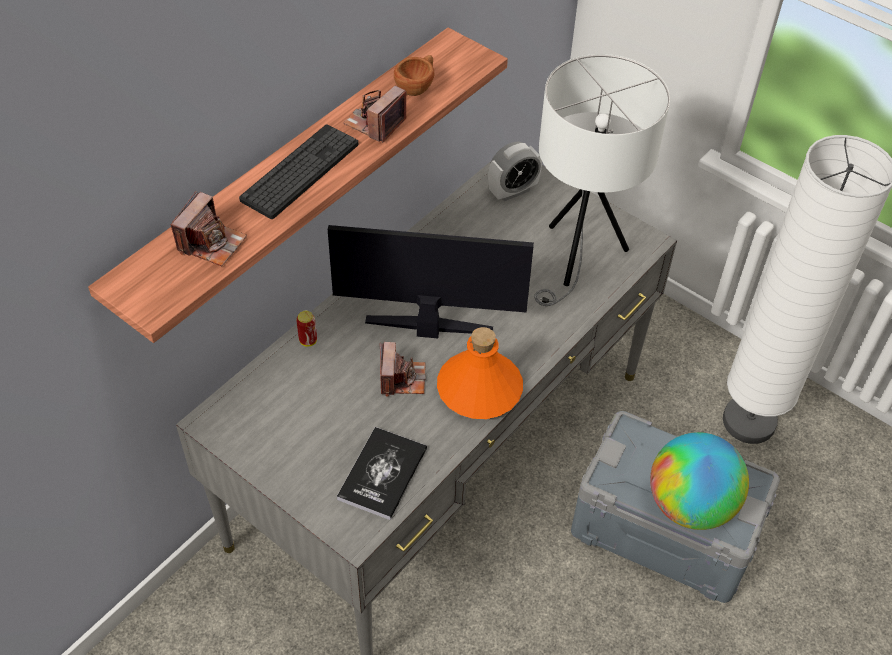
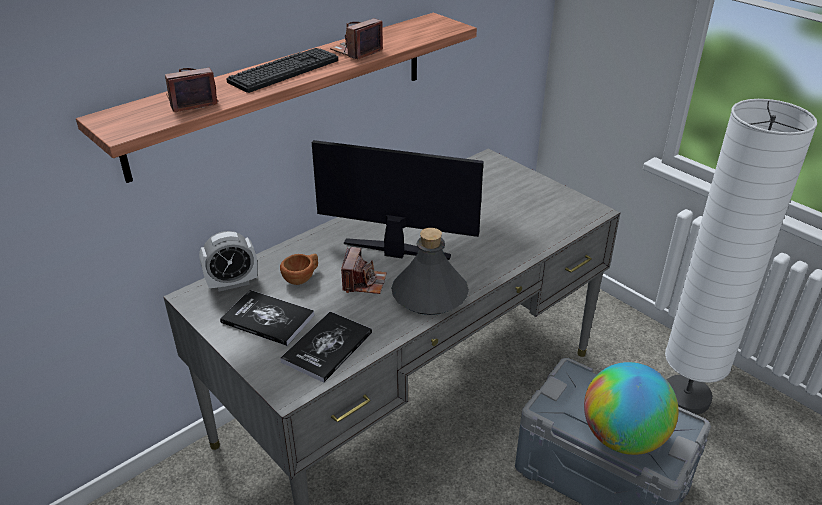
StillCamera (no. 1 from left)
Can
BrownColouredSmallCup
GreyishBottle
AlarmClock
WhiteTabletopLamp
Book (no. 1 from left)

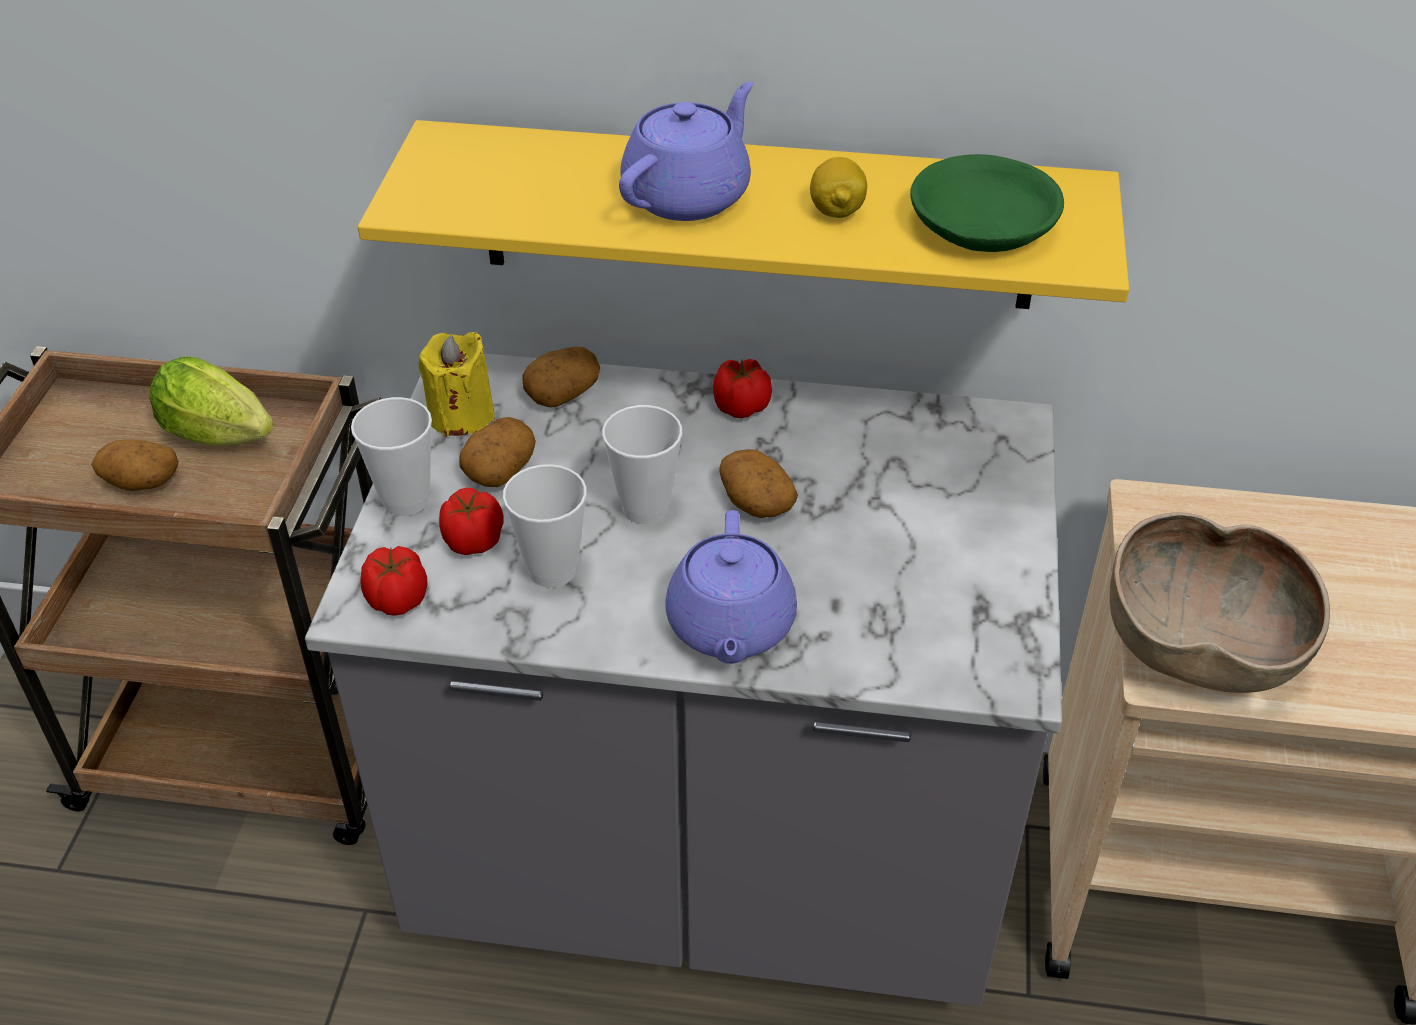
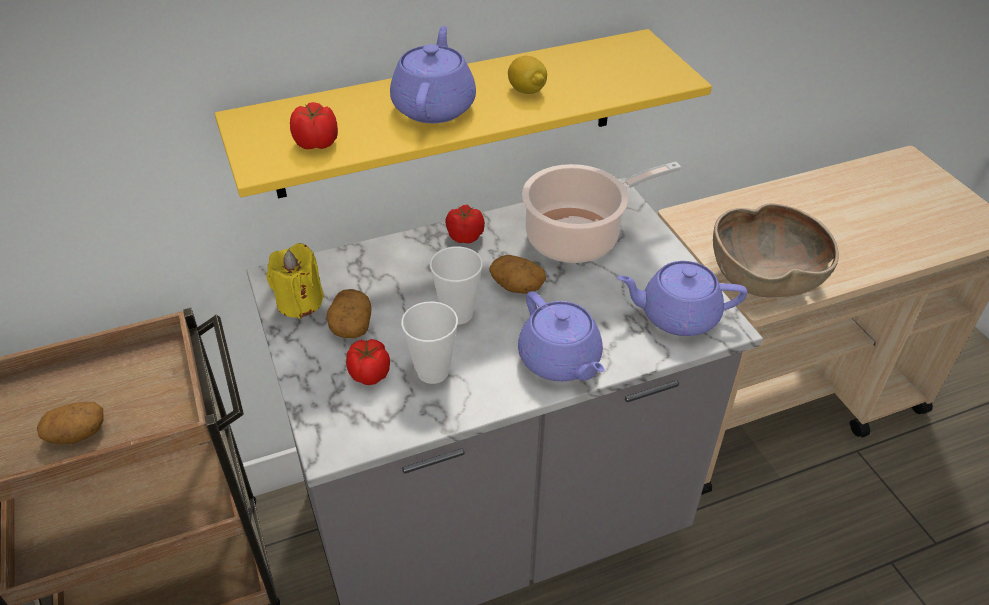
LettuceHead
SmallCup (no. 1 from left in the first image)
WholeTomato (no. 1 from left)
Spud (no. 3 from left in the first image)
GreenColouredServingBowl
CookingPot
PurpleTeapot (no. 3 from left)

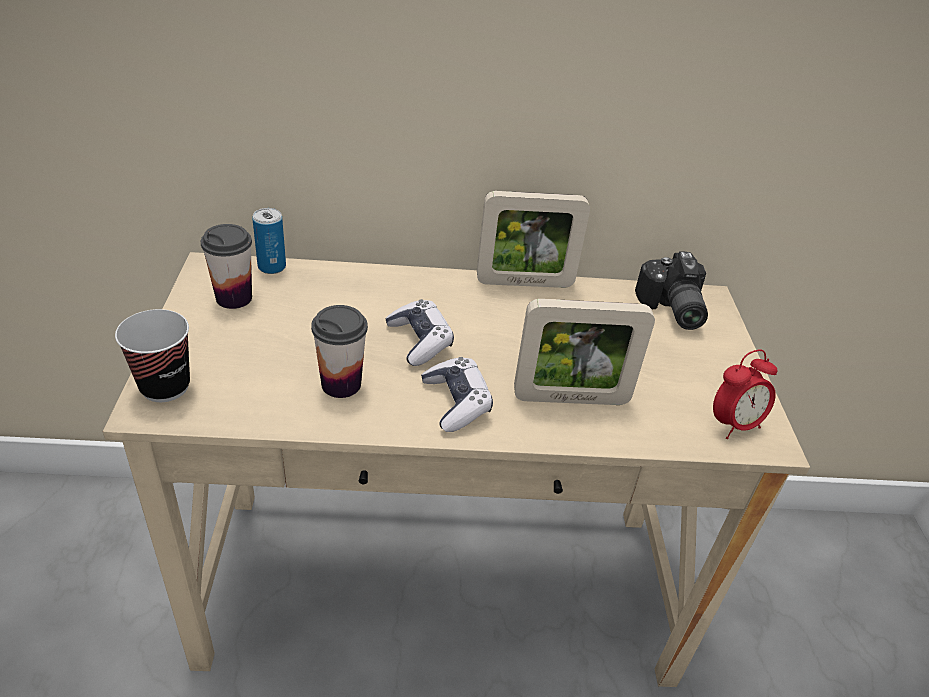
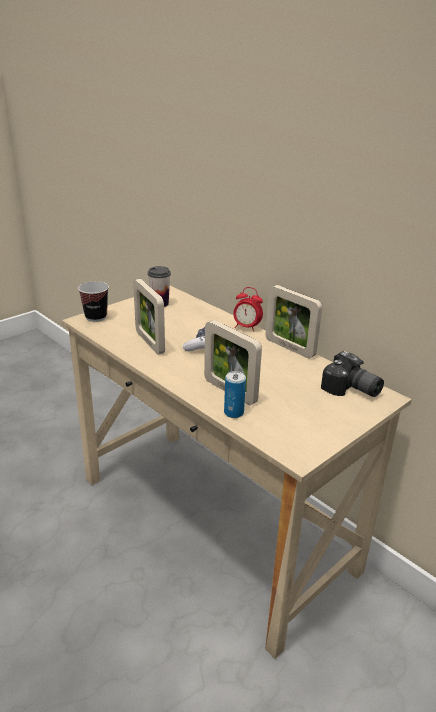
Can
PictureFrame (no. 1 from left)
Joypad (no. 2 from left in the first image)
StillCamera
AlarmClock

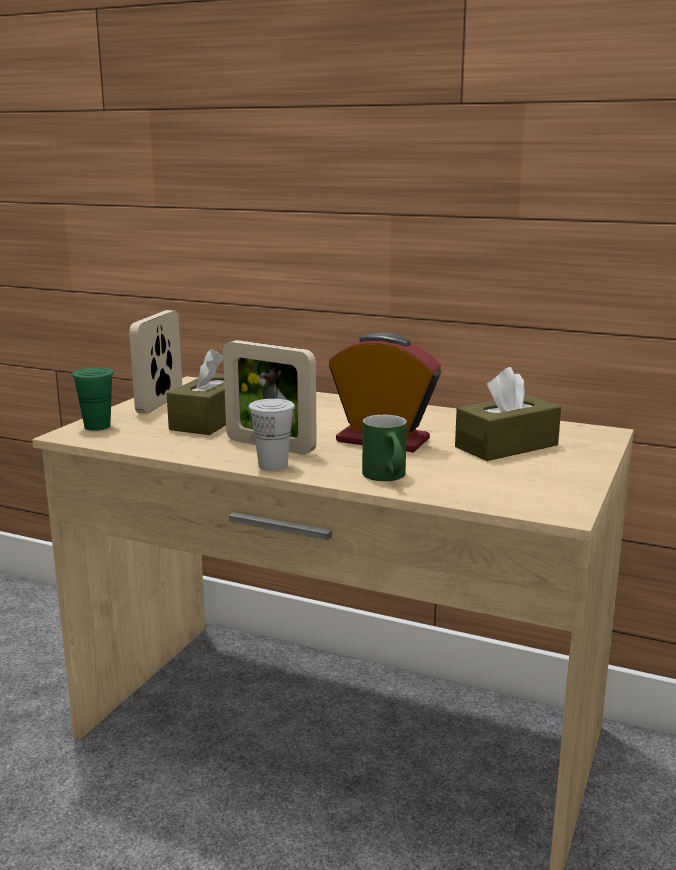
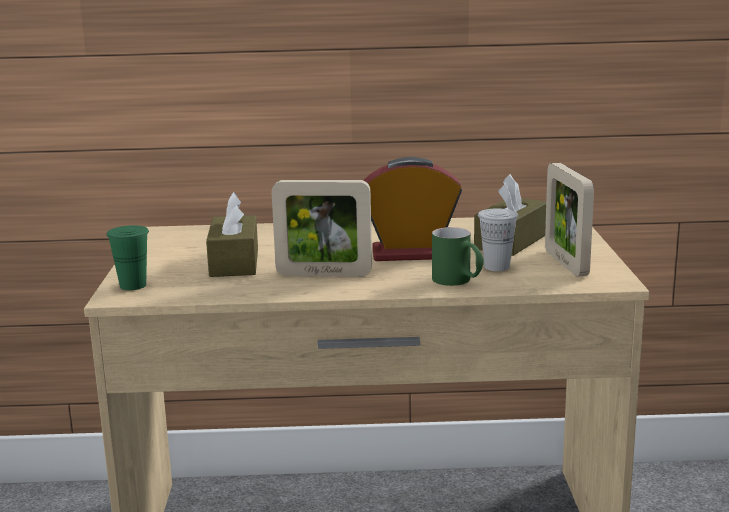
PictureFrame (no. 2 from left)
WhiteSmallCup

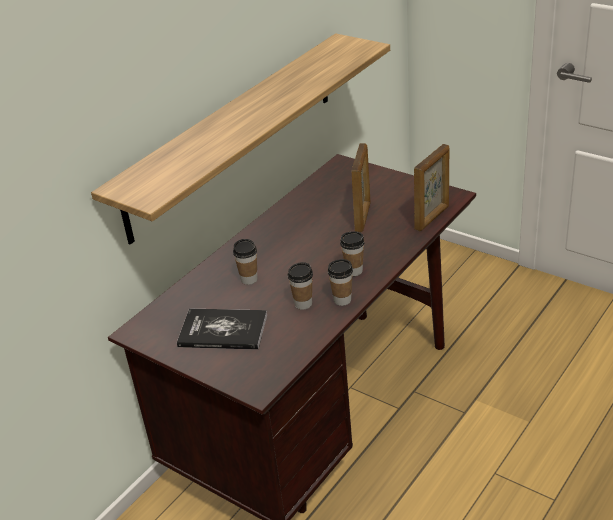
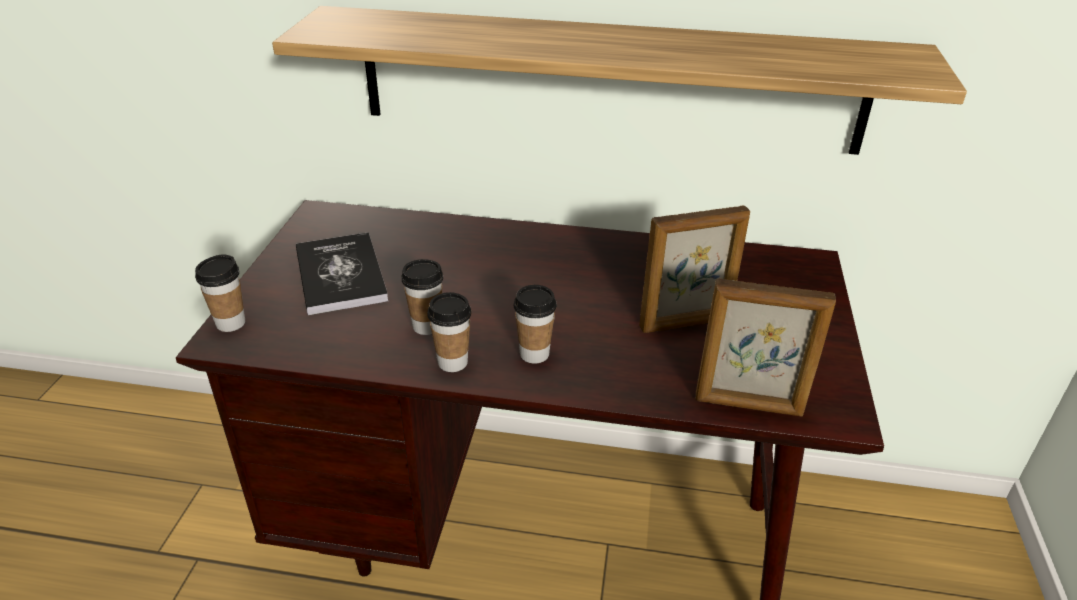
SmallCup (no. 1 from left)

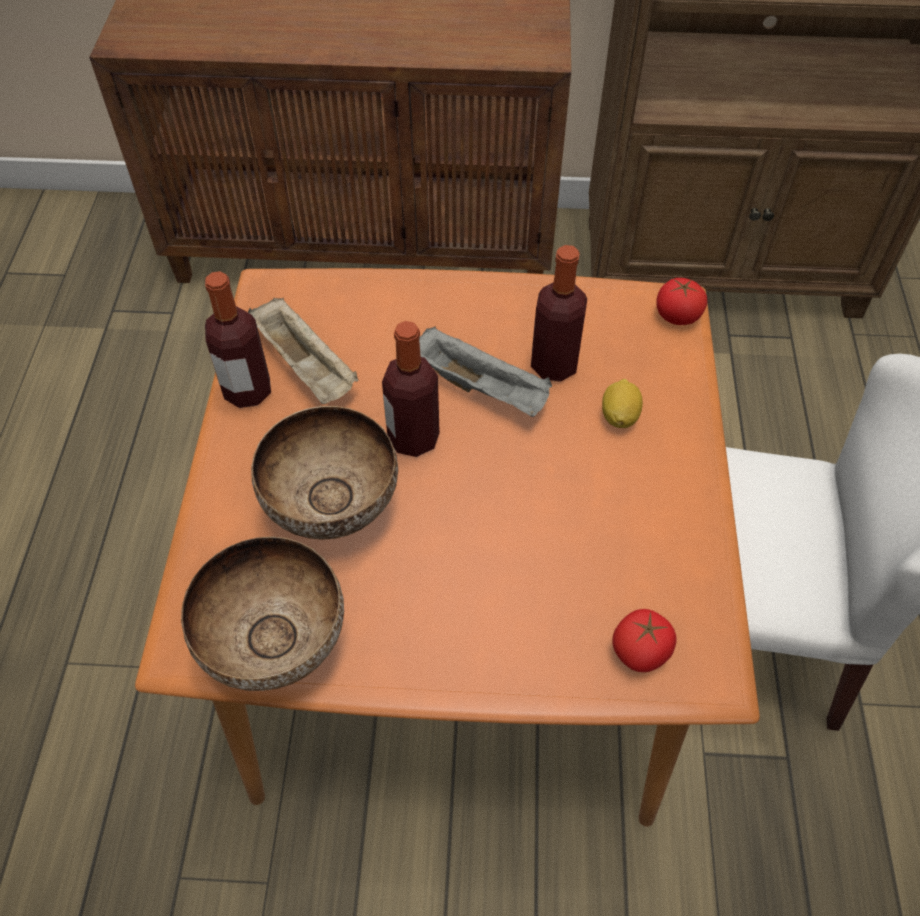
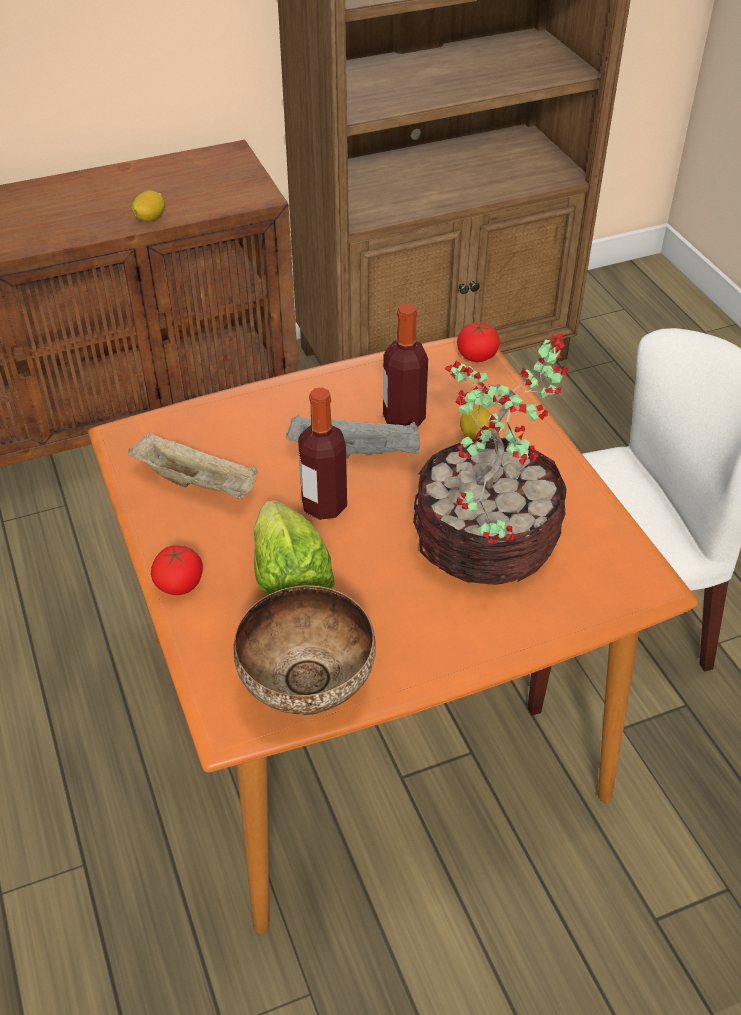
Bottle (no. 1 from left in the first image)
LettuceHead
WholeTomato (no. 1 from left)
CitrusFruit (no. 1 from left)
PlantInAPot

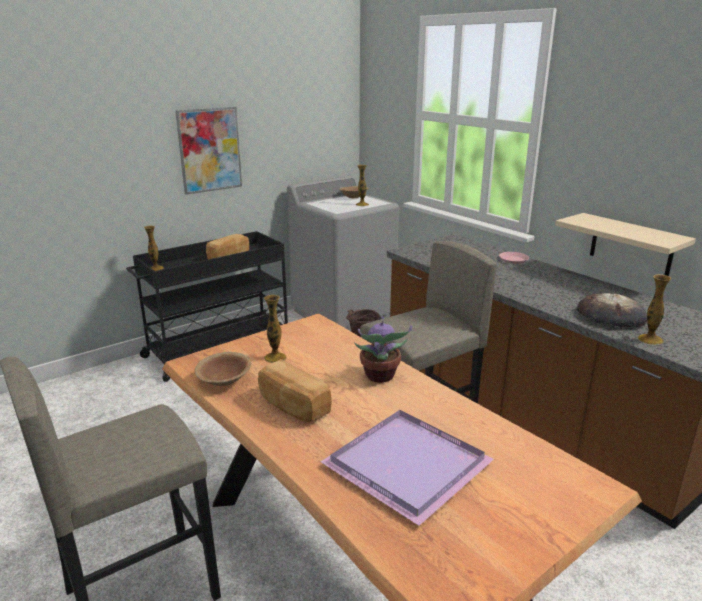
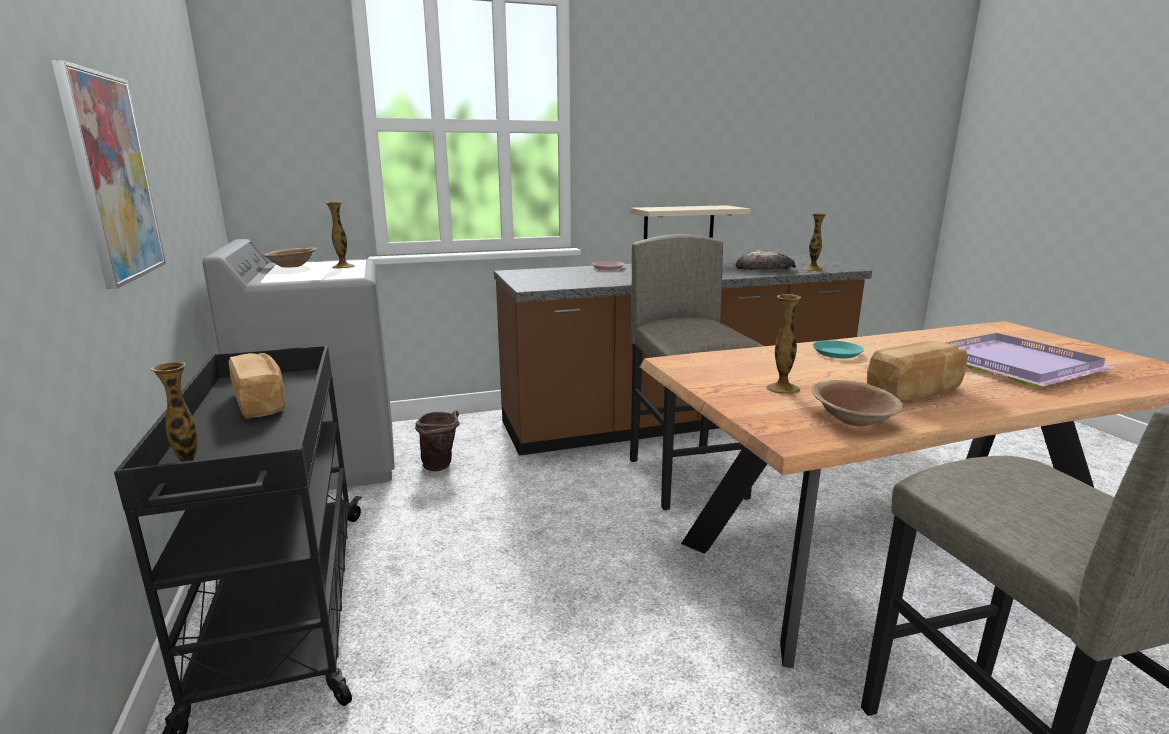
TurquoiseColouredDinnerPlate

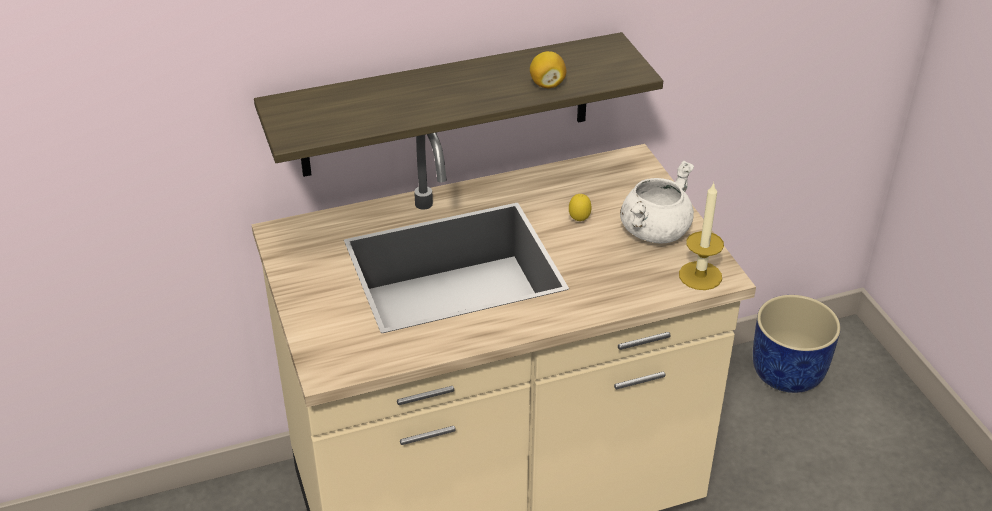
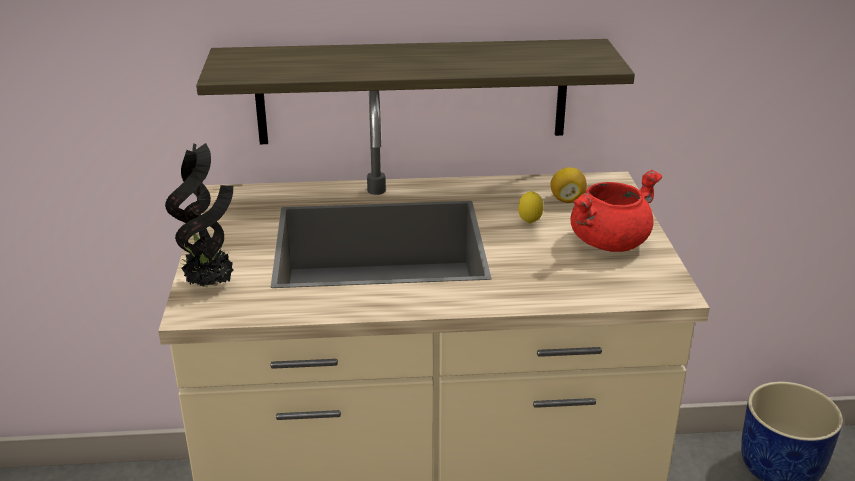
CitrusFruit (no. 2 from left)
RedColouredCookingPot
WaxLight
PlantInAPot

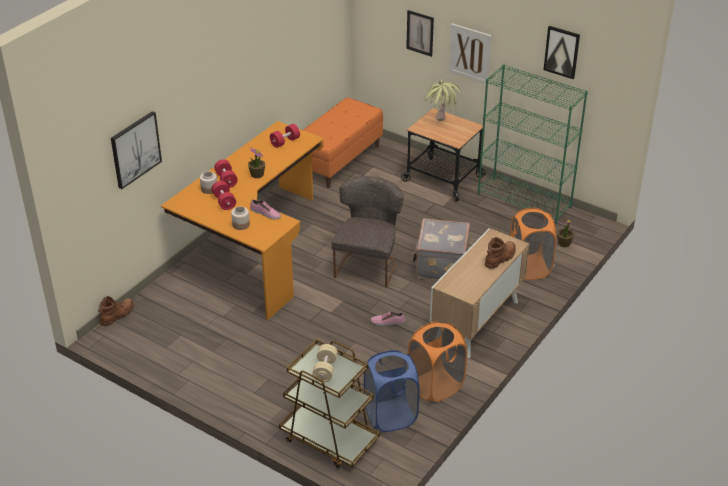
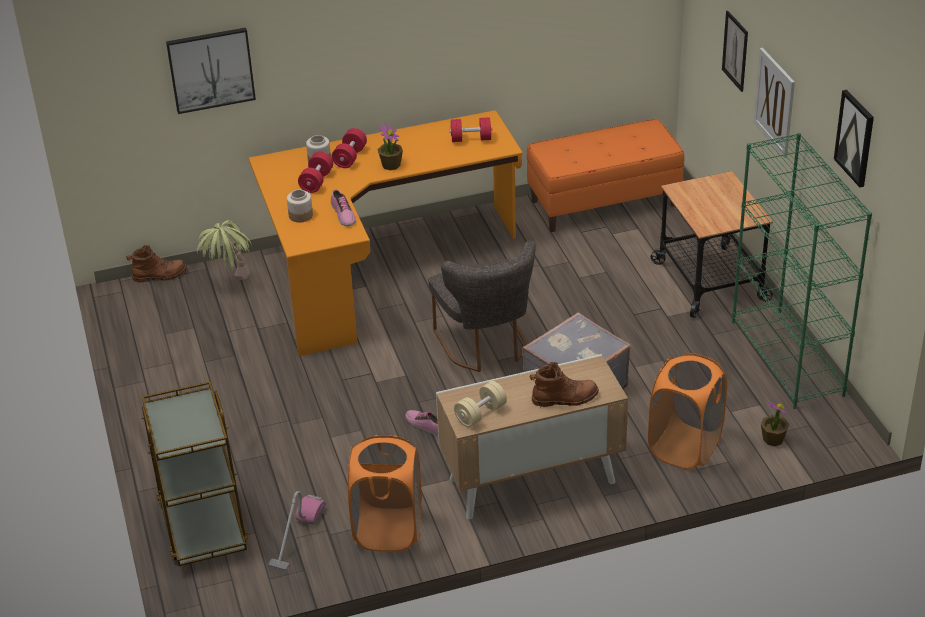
SandColouredDumbbell
GreyishChair
Hoover
PlantInAPot (no. 1 from left)

